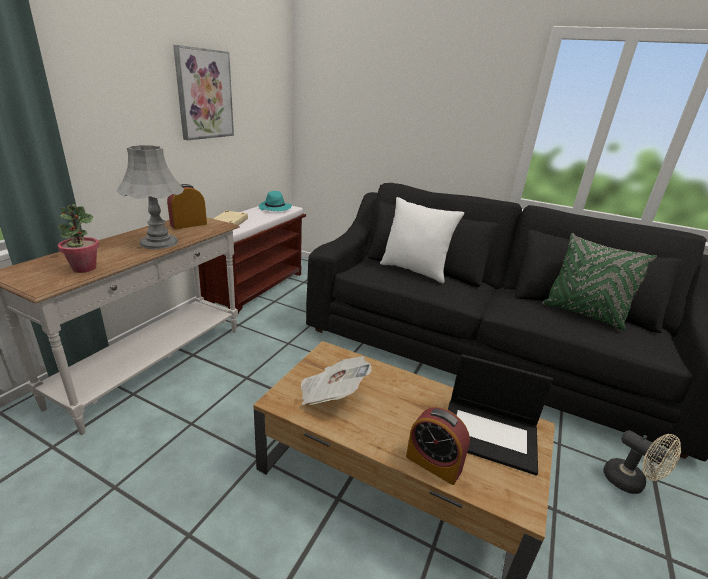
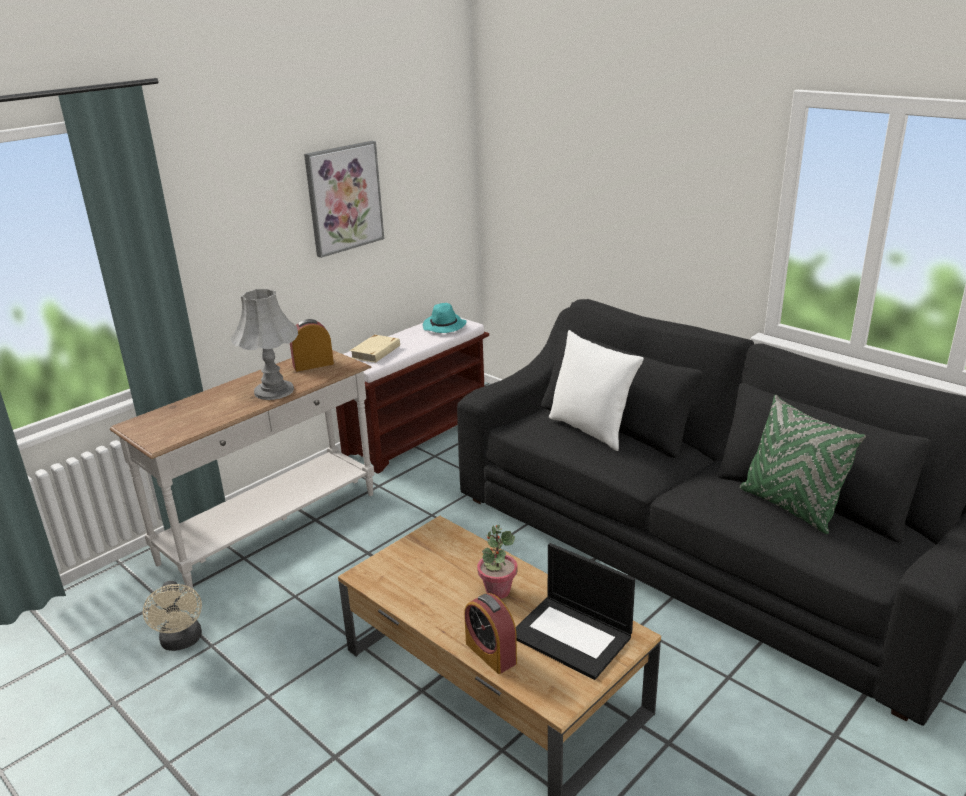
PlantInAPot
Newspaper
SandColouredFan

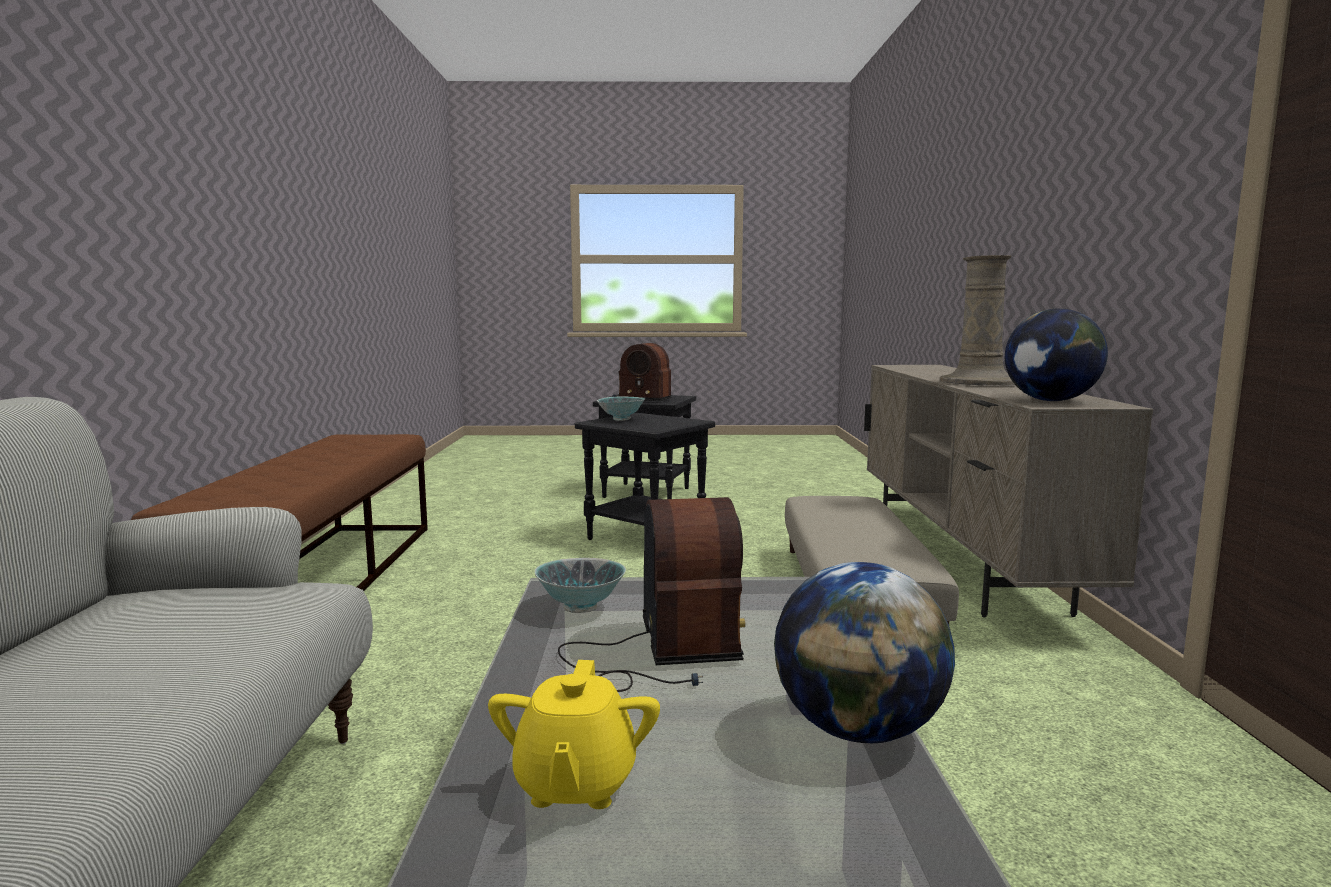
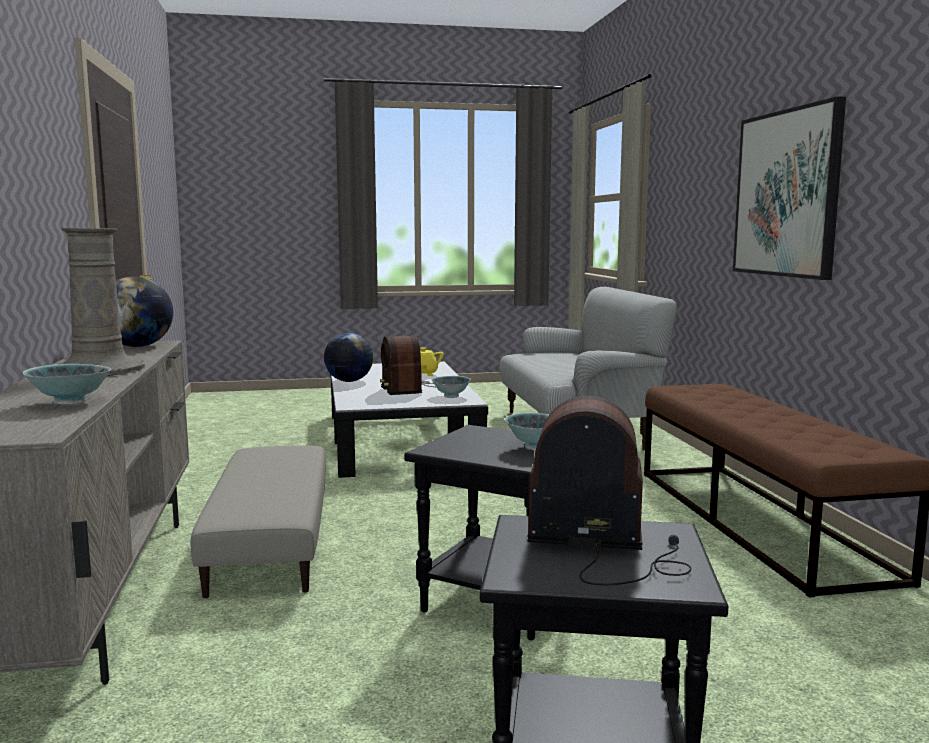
ServingBowl (no. 1 from left)
Picture

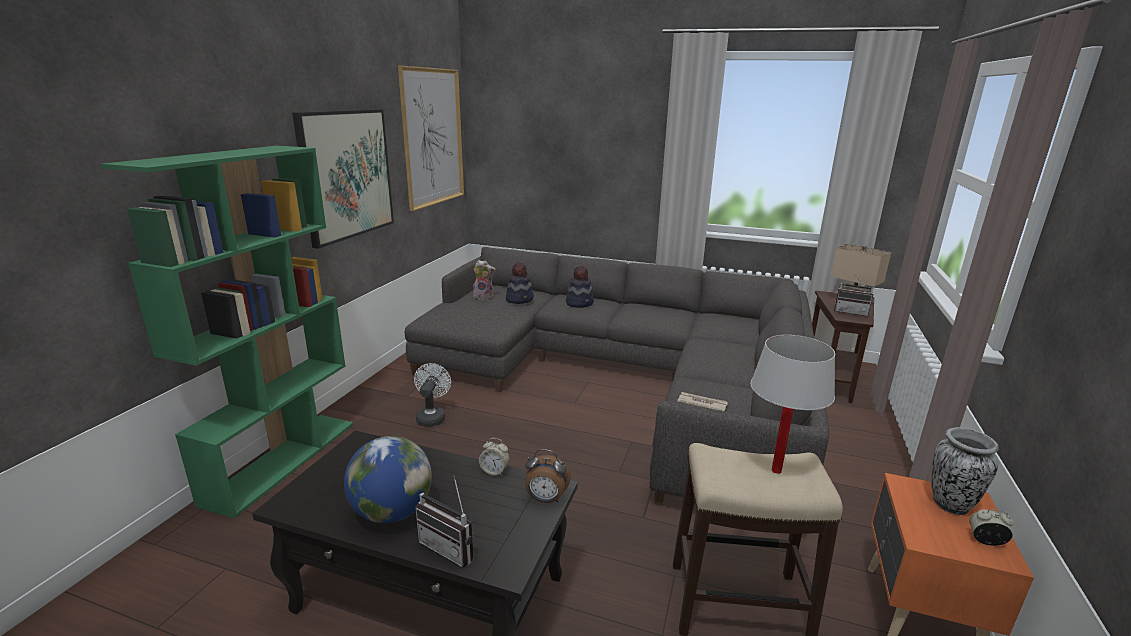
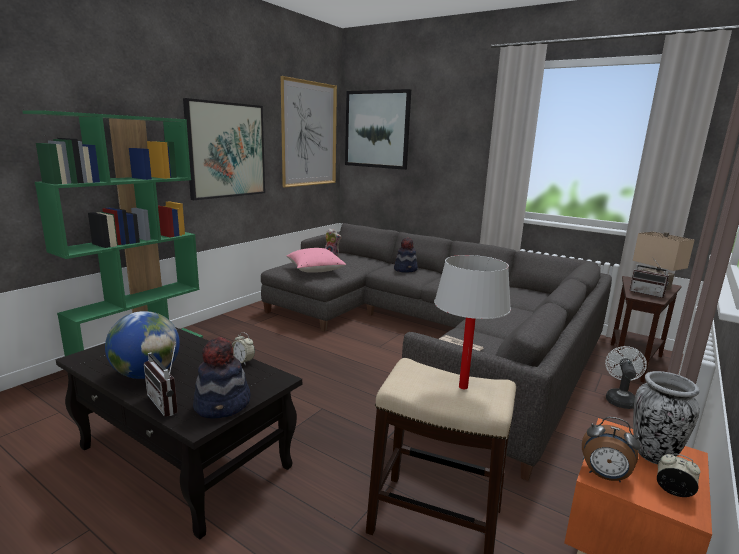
WhiteFan
ClothingHat (no. 1 from left)
AlarmClock (no. 2 from left)
PinkishThrowPillow
Picture (no. 3 from left)

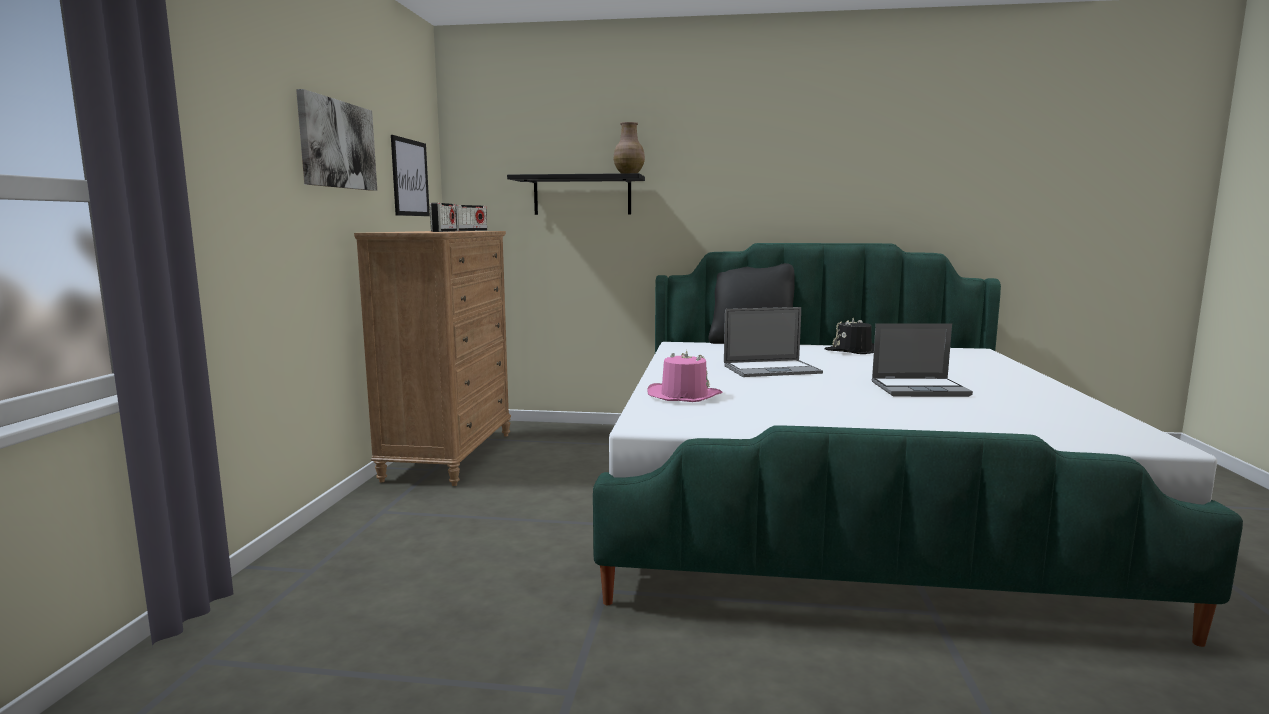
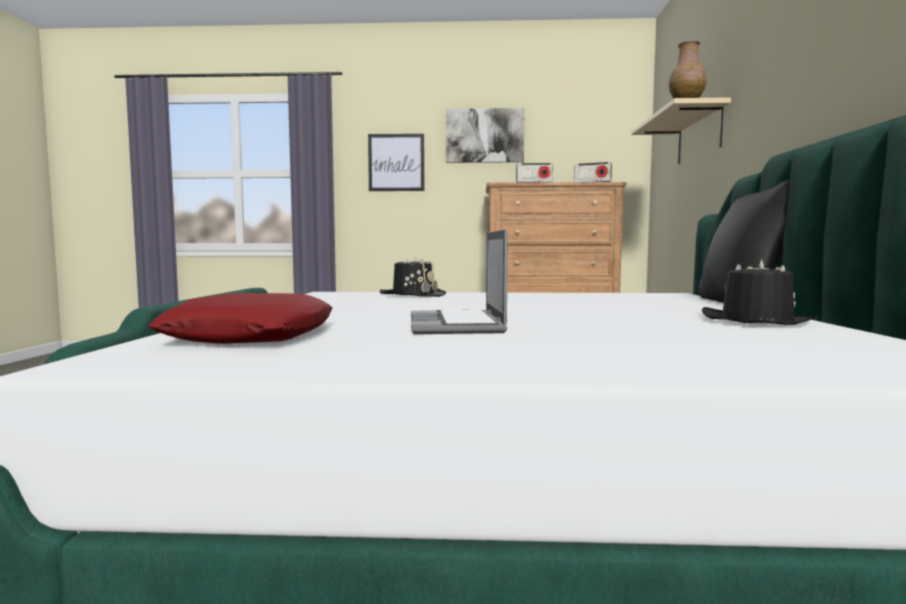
Picture (no. 1 from left)
SandColouredWallShelf
BlackClothingHat (no. 1 from left)
Laptop (no. 1 from left in the first image)
RedColouredThrowPillow

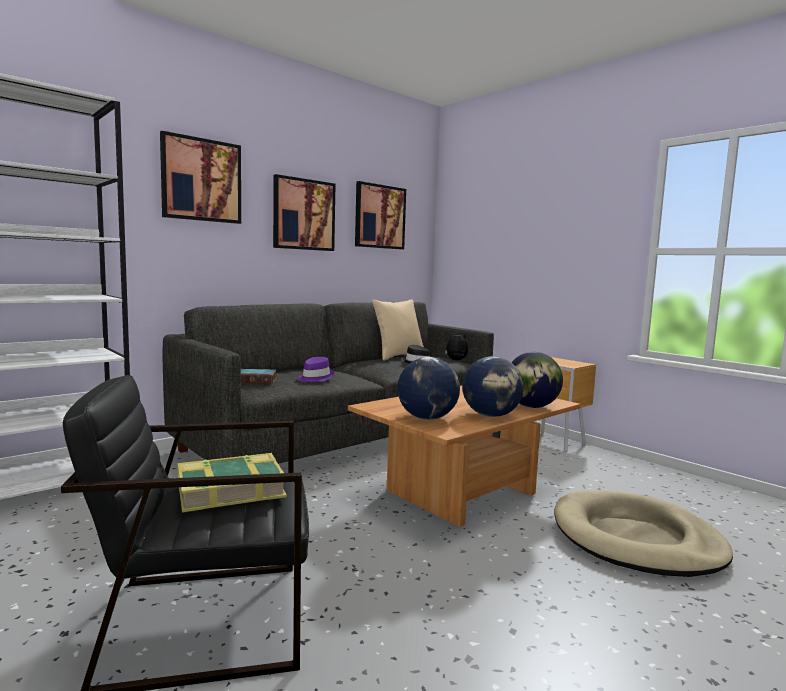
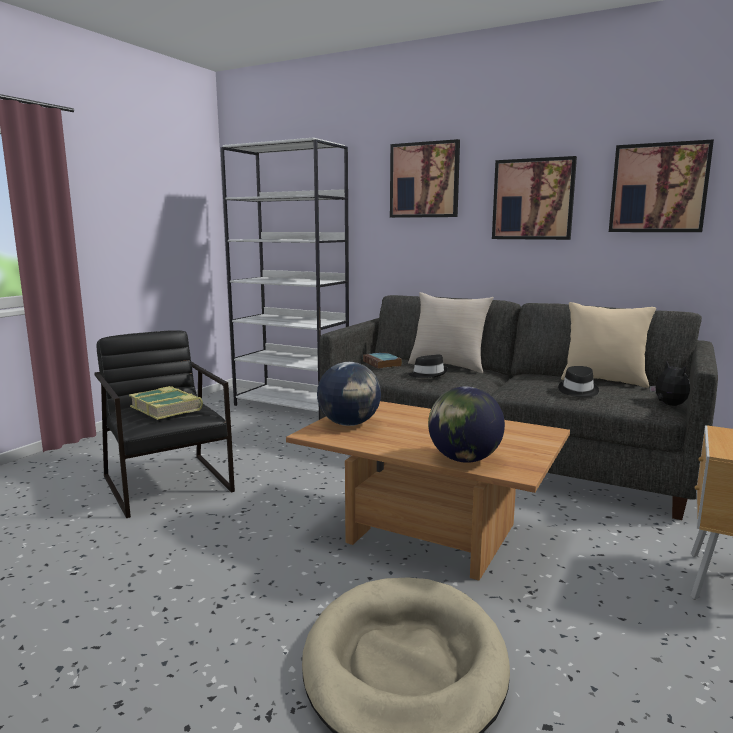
BlackClothingHat (no. 1 from left)
WorldGlobe (no. 2 from left in the first image)
SandColouredThrowPillow (no. 1 from left)

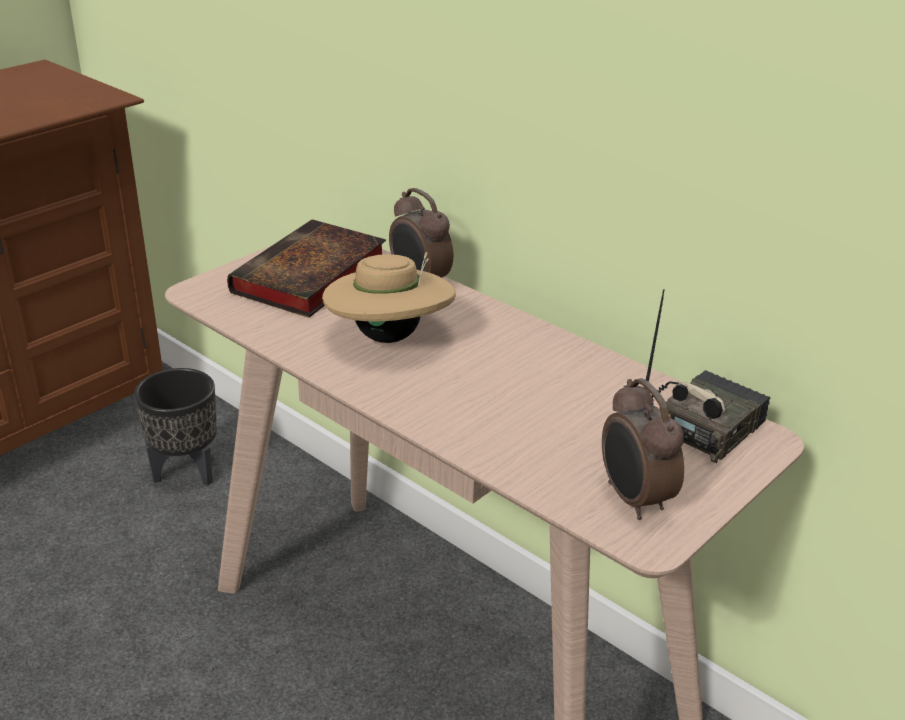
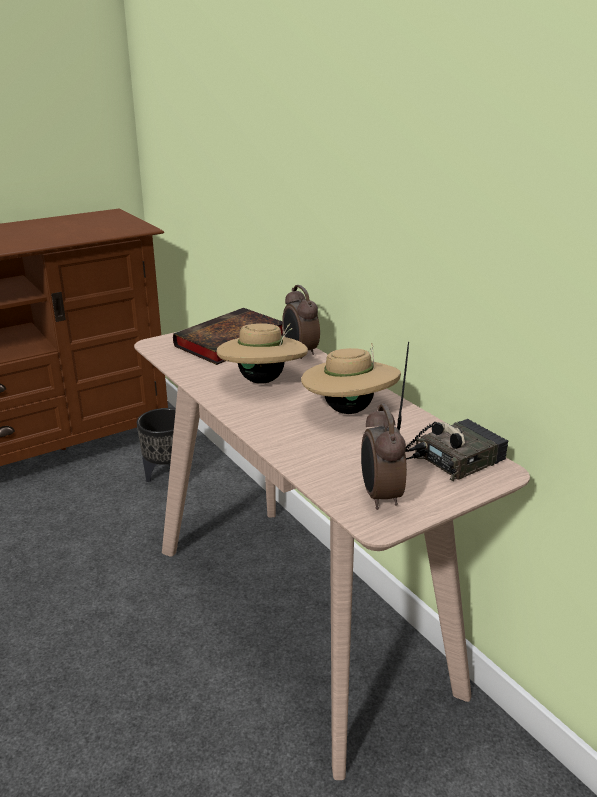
SandColouredClothingHat (no. 2 from left)

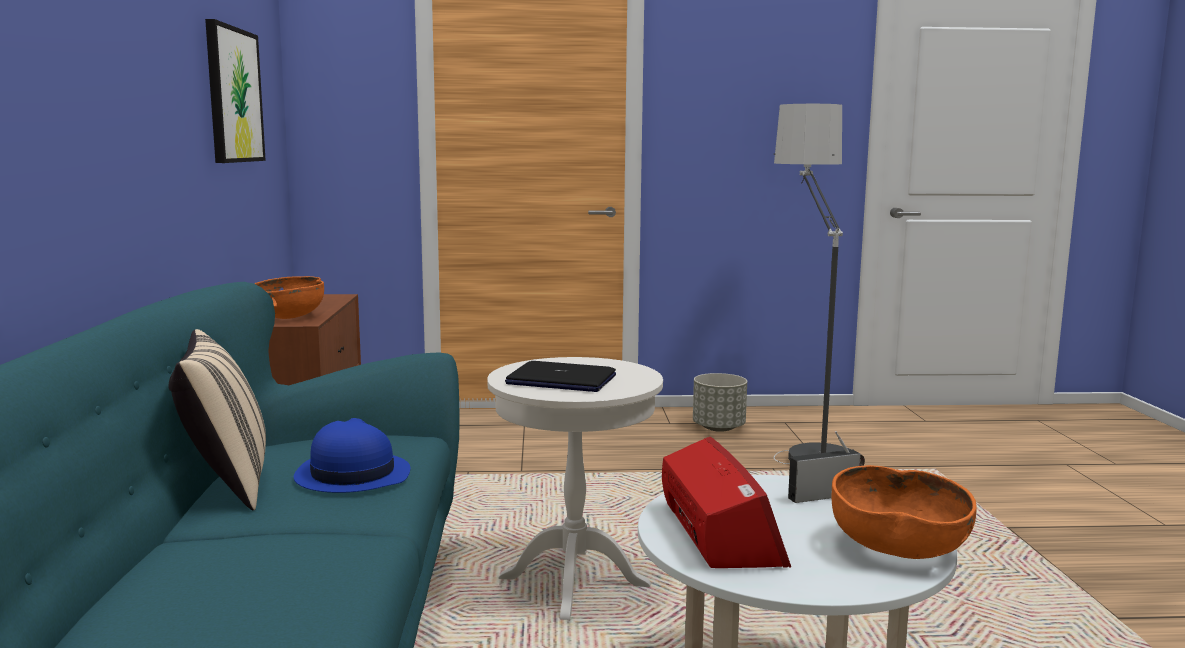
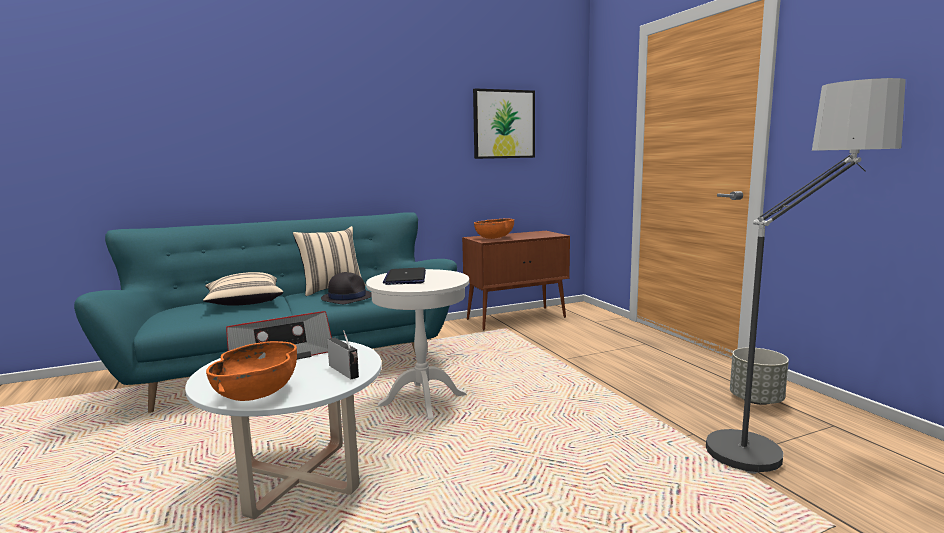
BlackClothingHat
SandColouredThrowPillow (no. 1 from left)

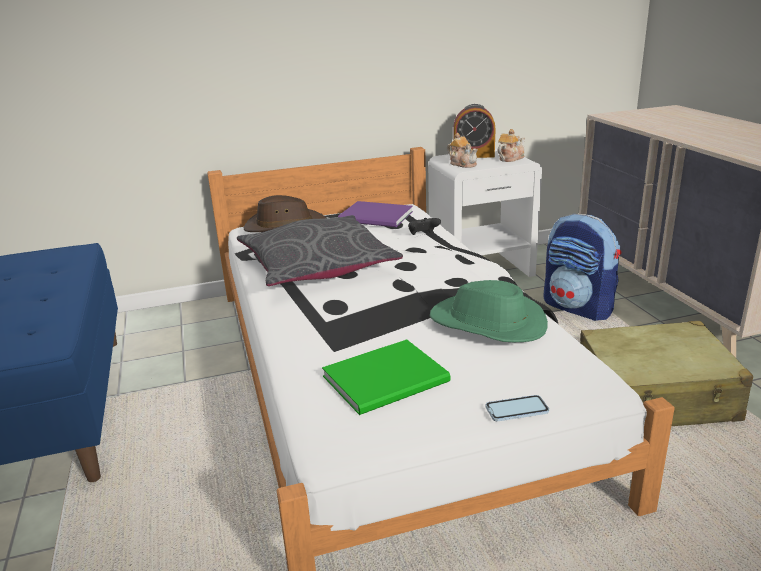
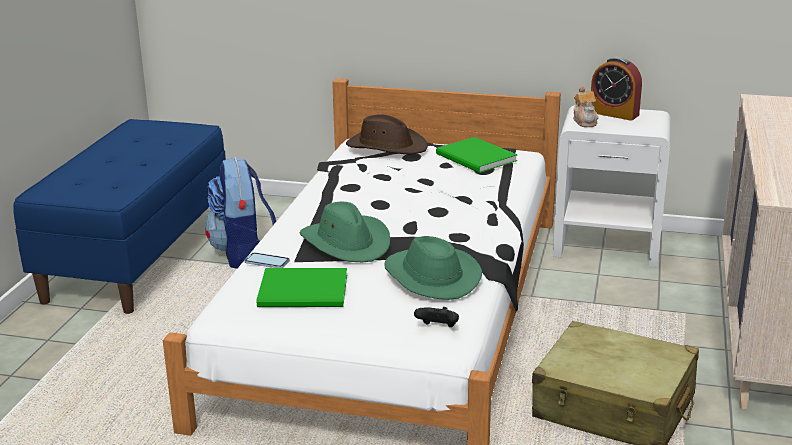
GreyishThrowPillow
GreenColouredBook (no. 2 from left)
BlackJoypad
Handset
Teapot (no. 2 from left in the first image)
Backpack
GreenColouredClothingHat (no. 1 from left)

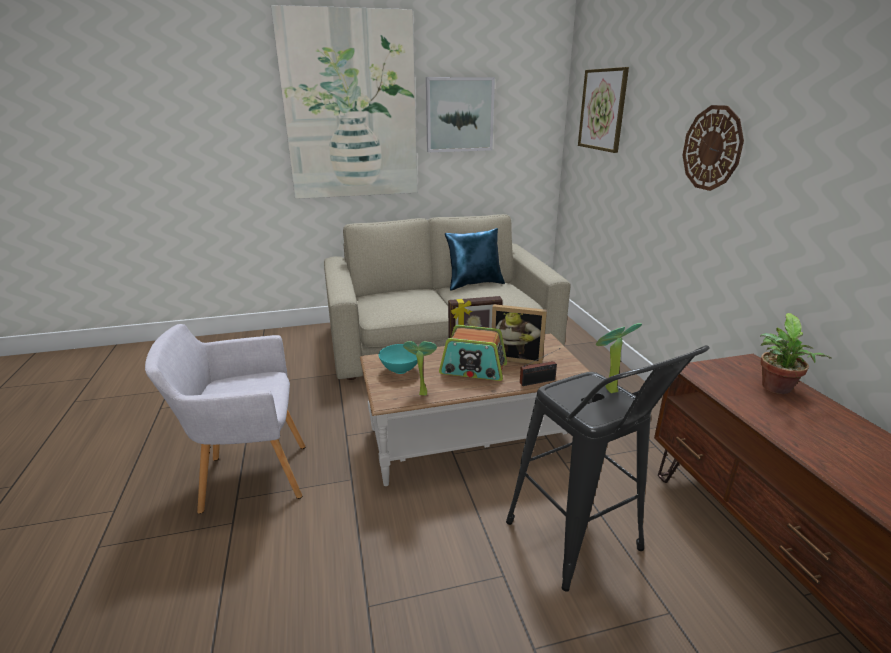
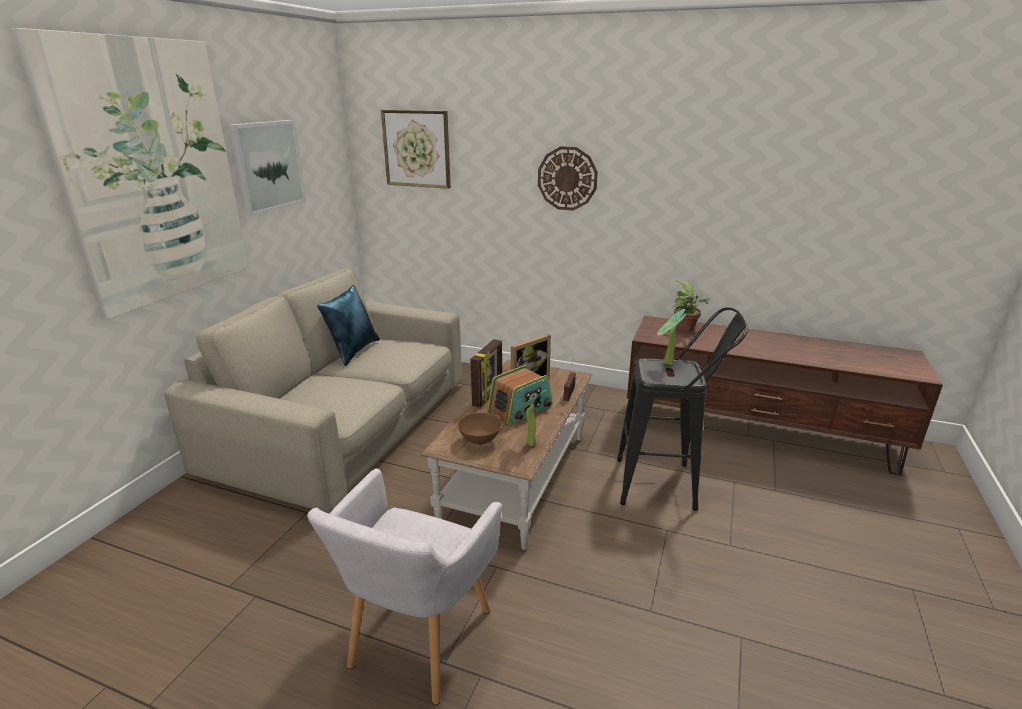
BrownColouredServingBowl

